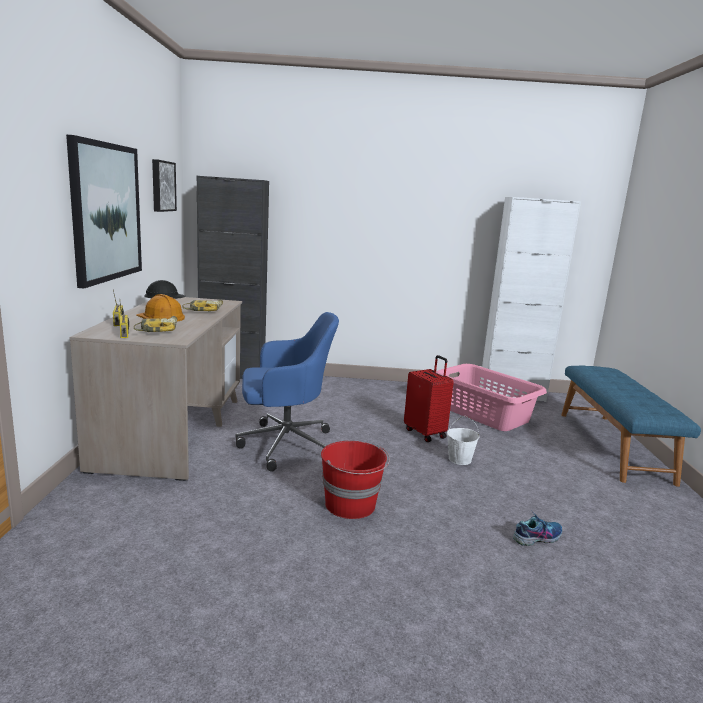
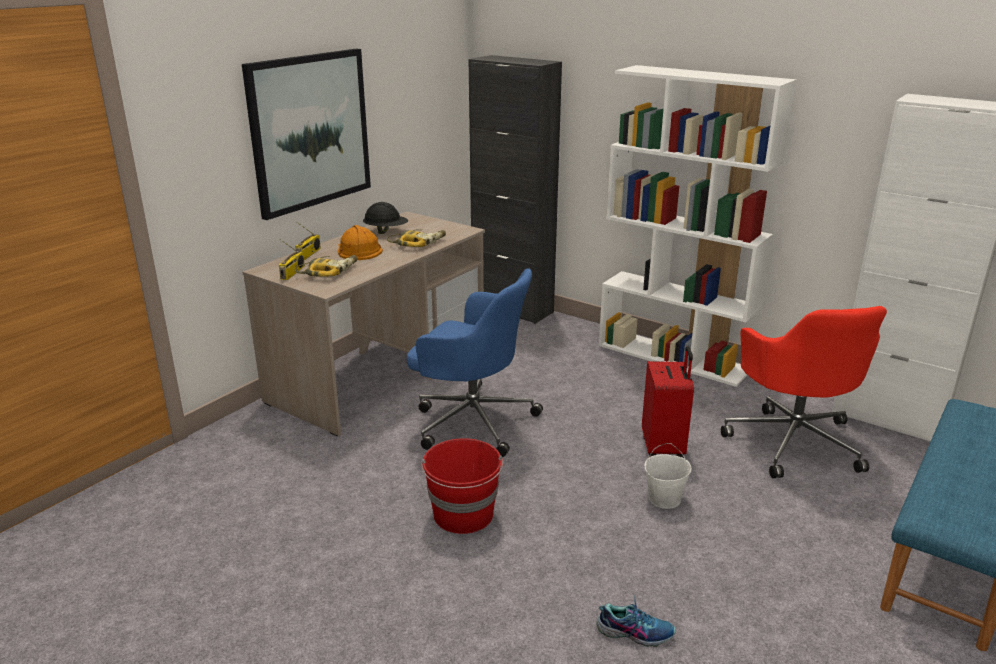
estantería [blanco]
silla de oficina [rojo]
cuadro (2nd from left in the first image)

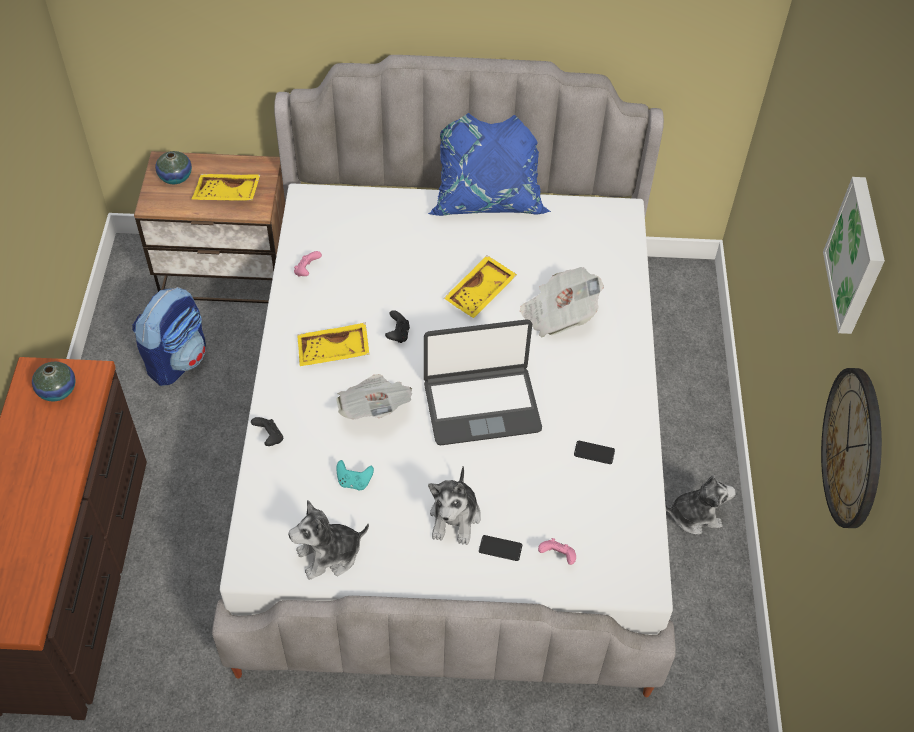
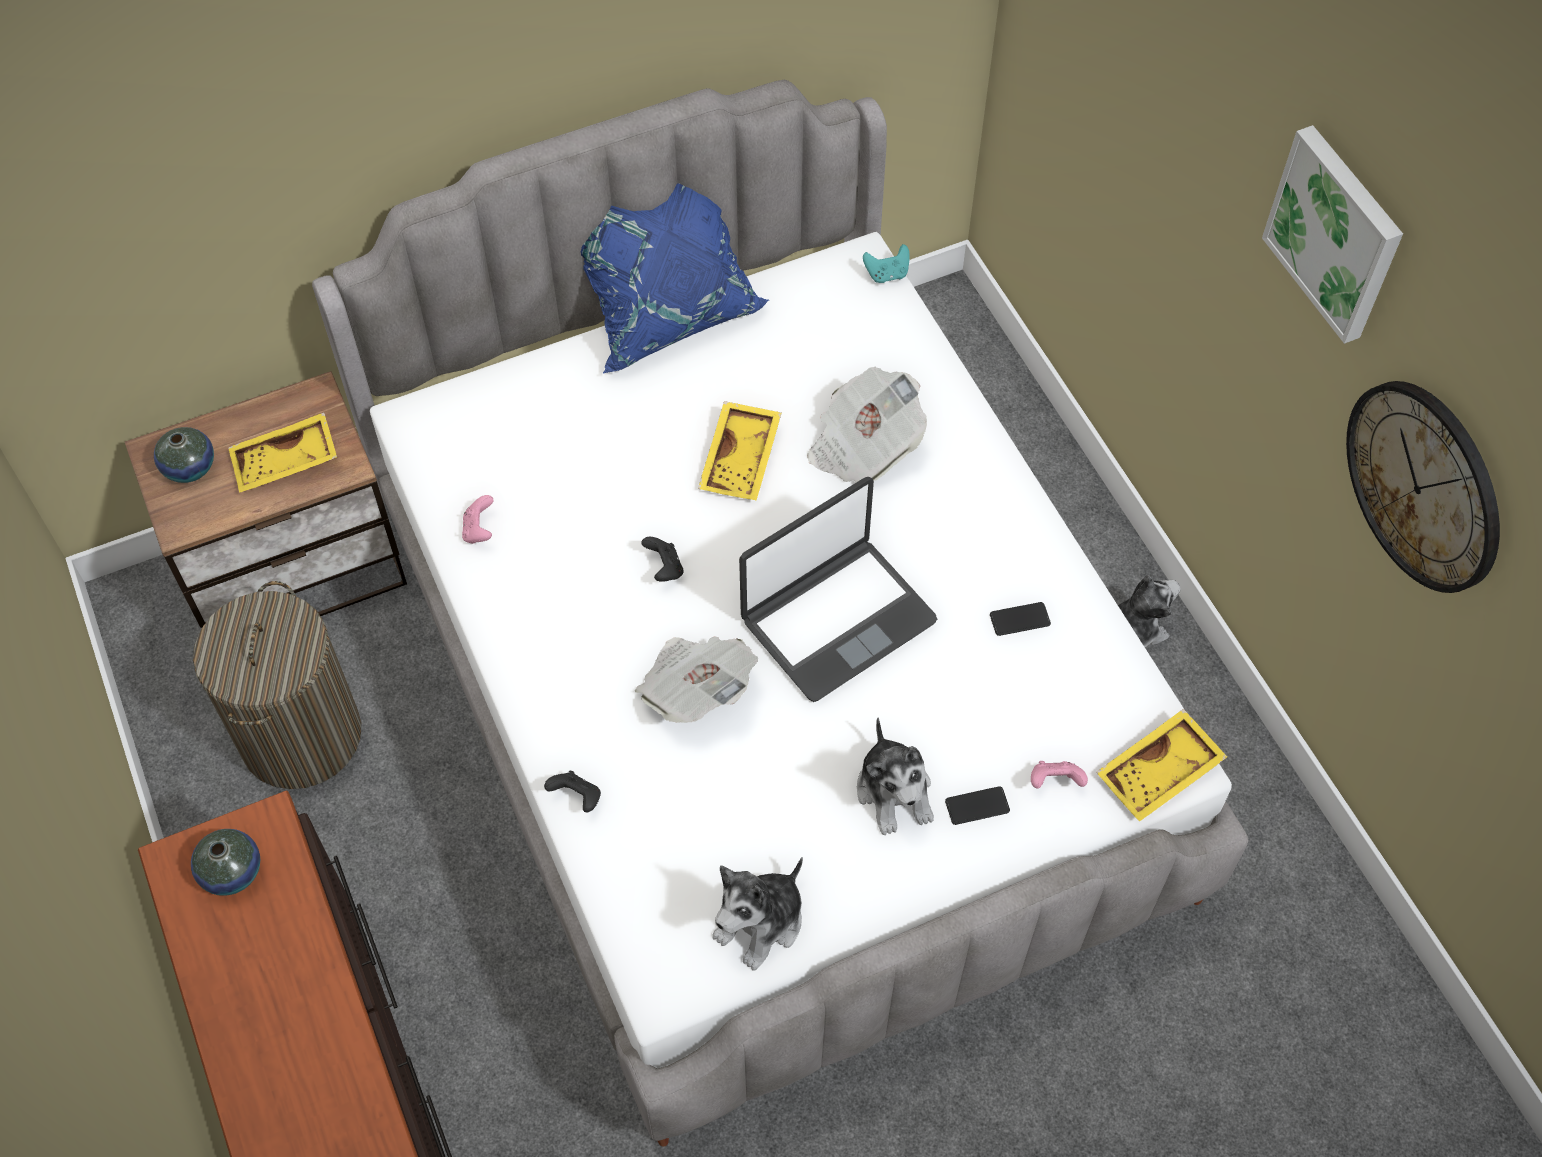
cesto de la ropa
mando de consola [turquesa]
bandeja [amarillo] (3rd from left)

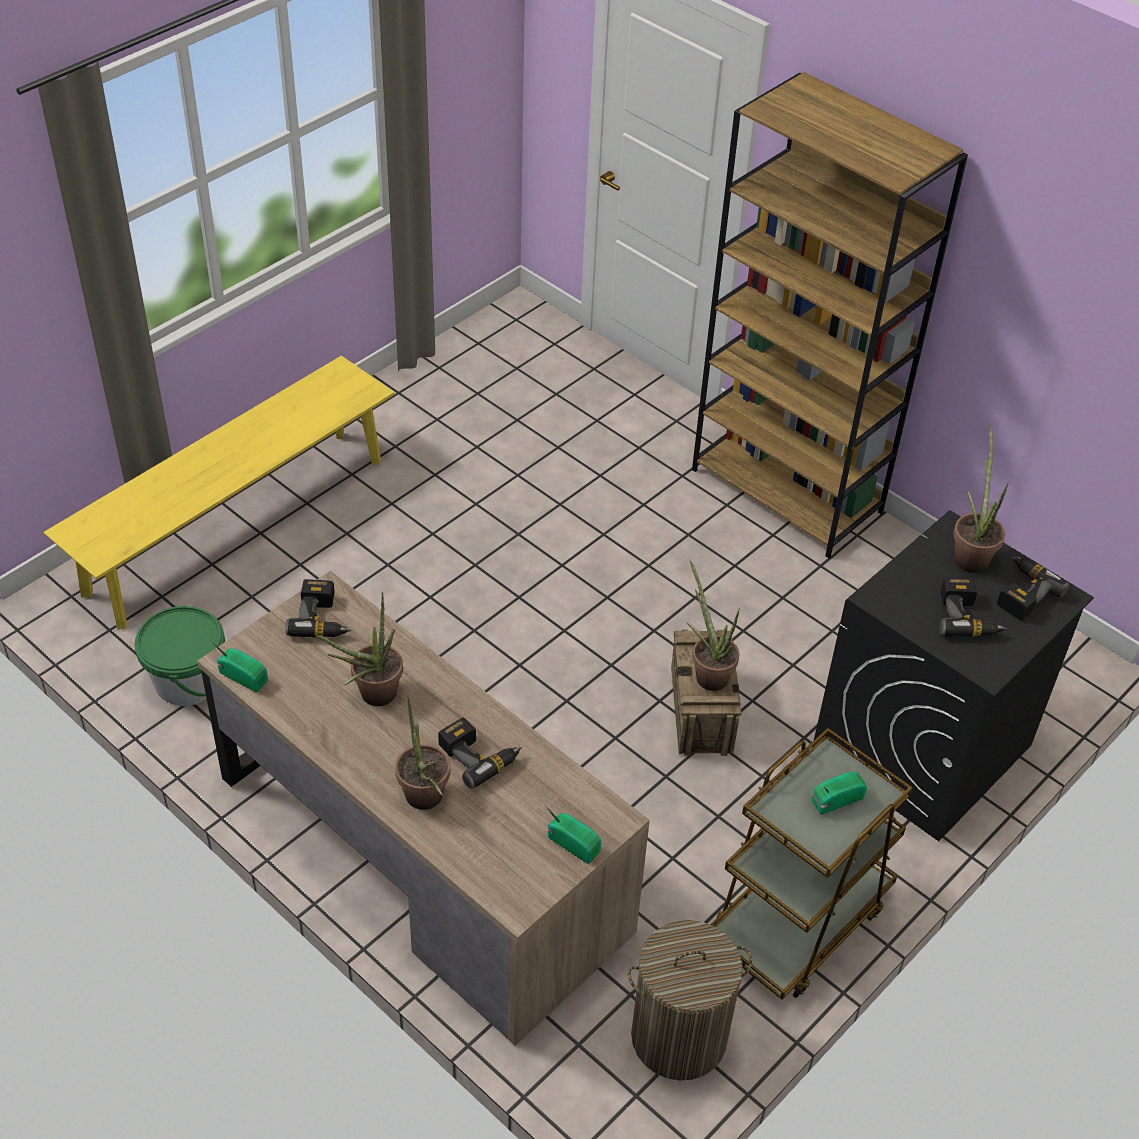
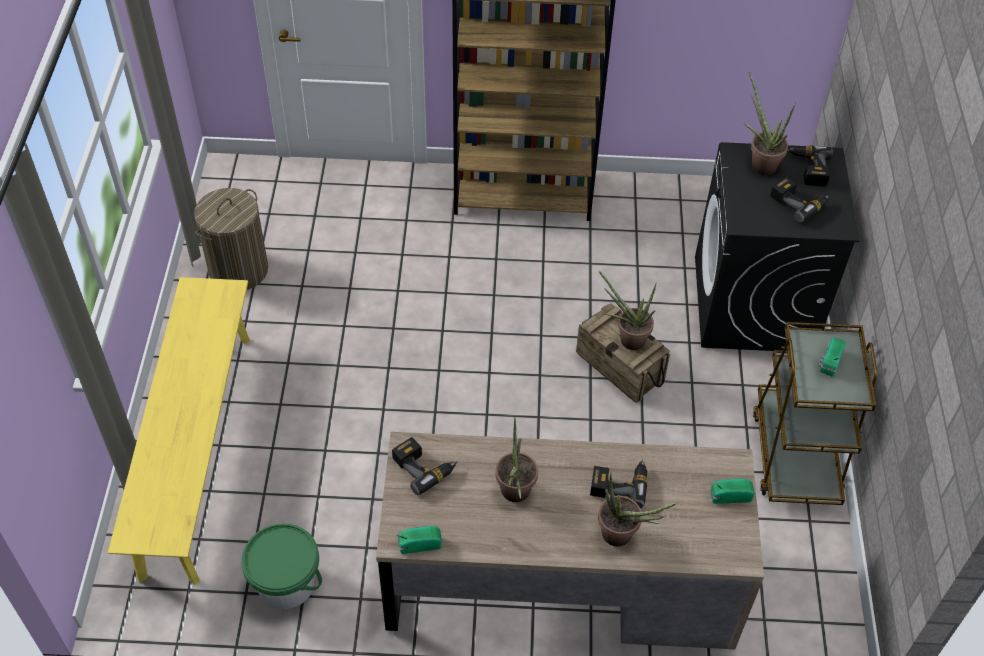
cesto de la ropa

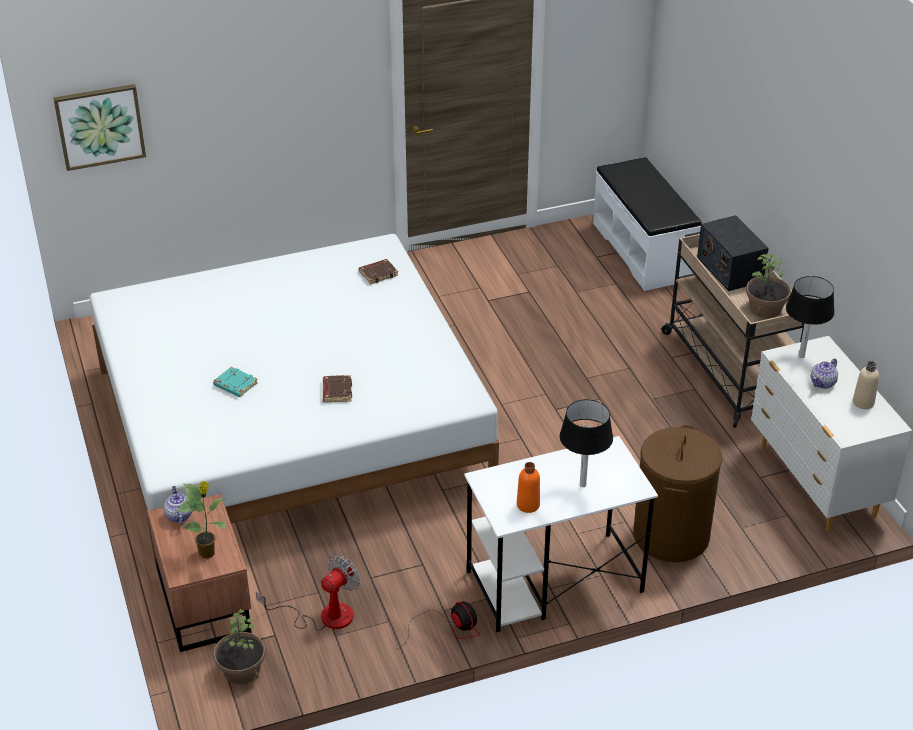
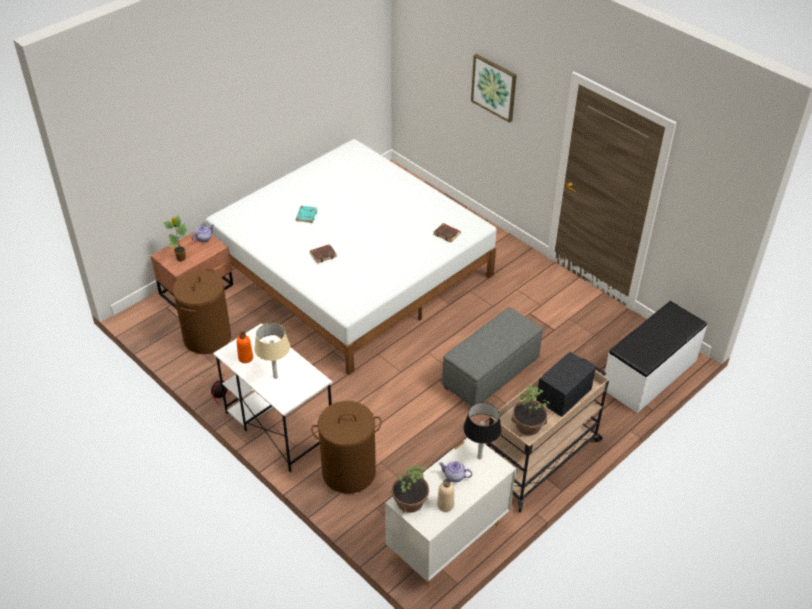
cesto de la ropa [marrón] (1st from left)
lámpara de mesa [beis]
planta en maceta (2nd from left)
puf [gris]
cuadro

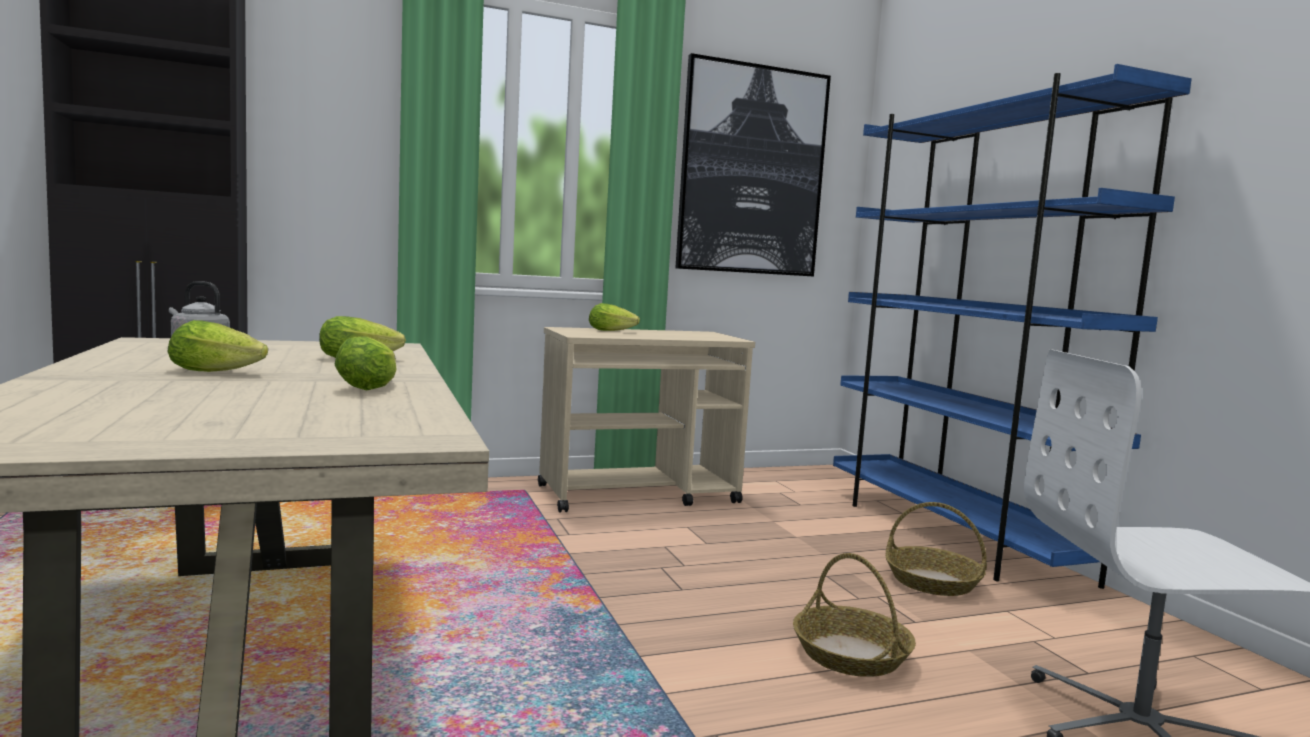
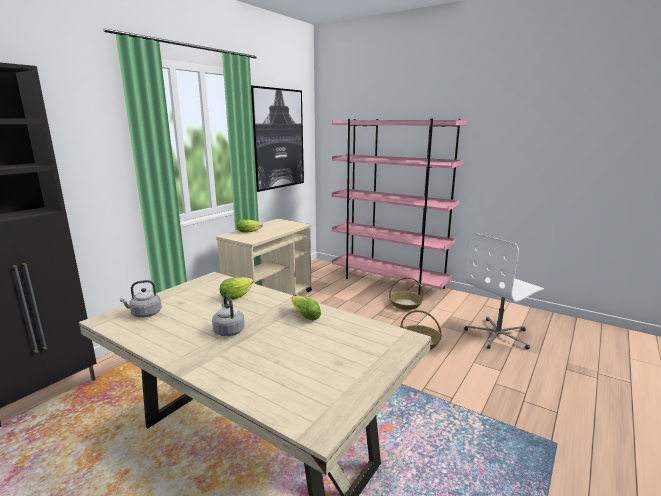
hervidor [gris] (2nd from left)
estantería [rosa]

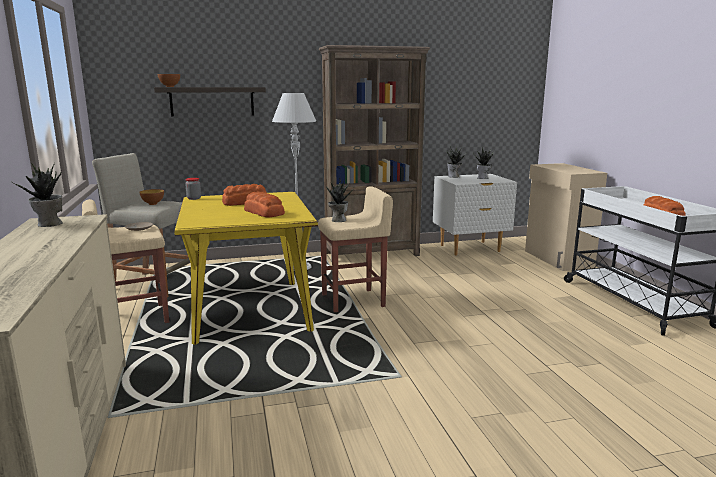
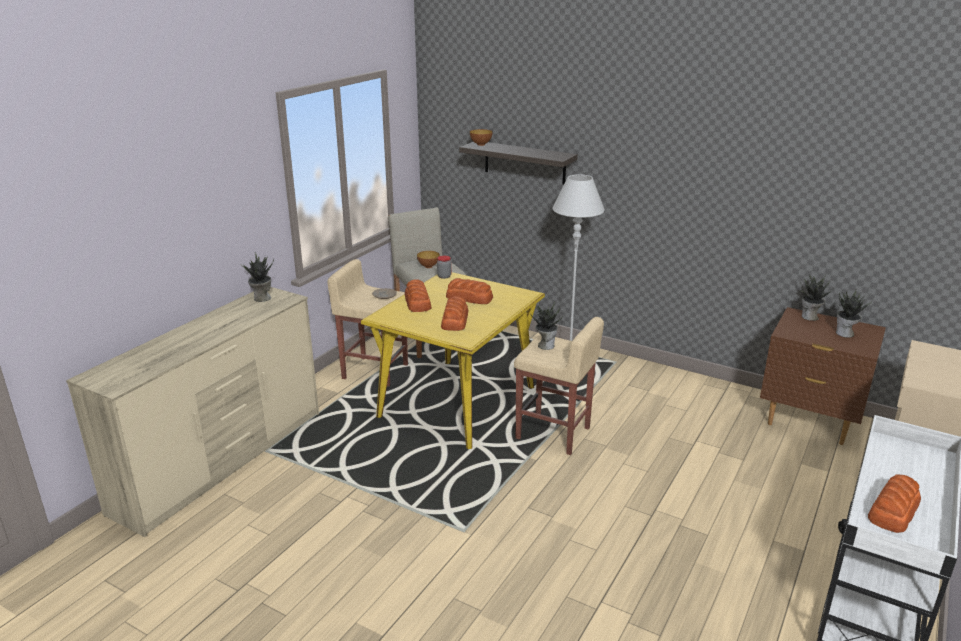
pan (1st from left)
mesita de noche [marrón]
estantería [marrón]

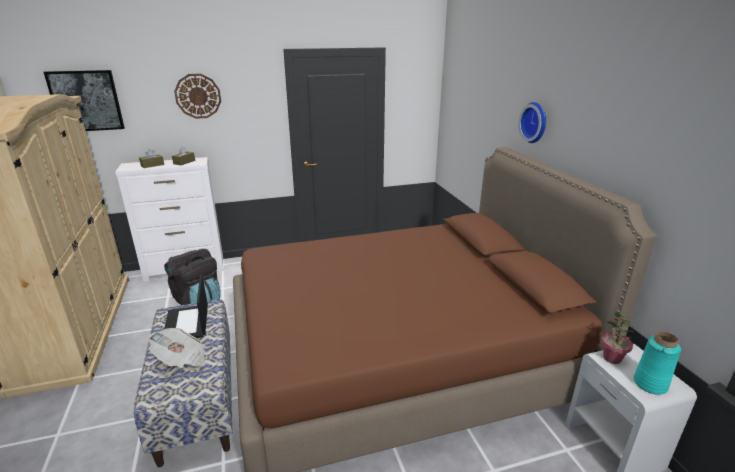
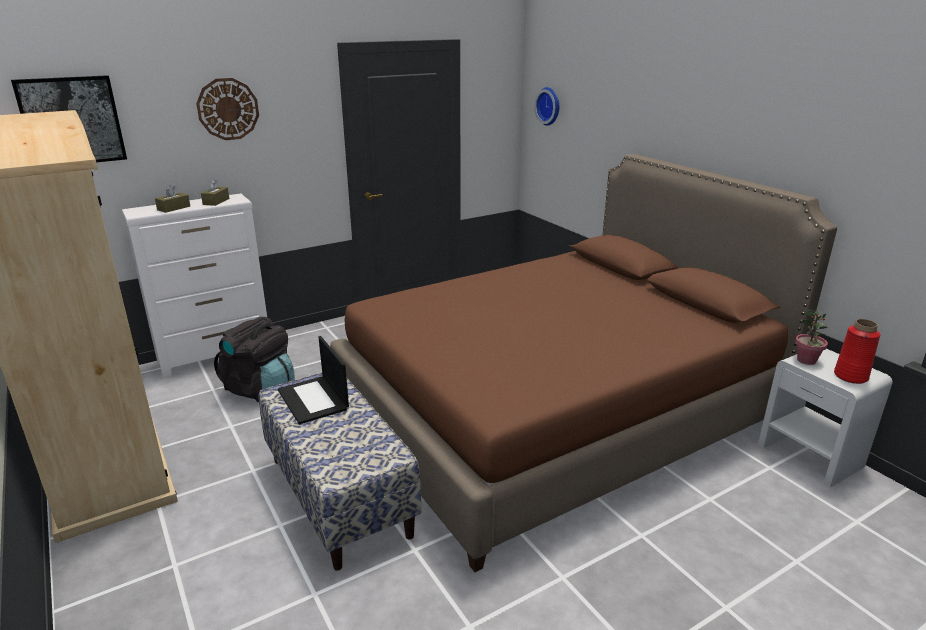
reloj de pared (2nd from left)
florero [rojo]
periódico

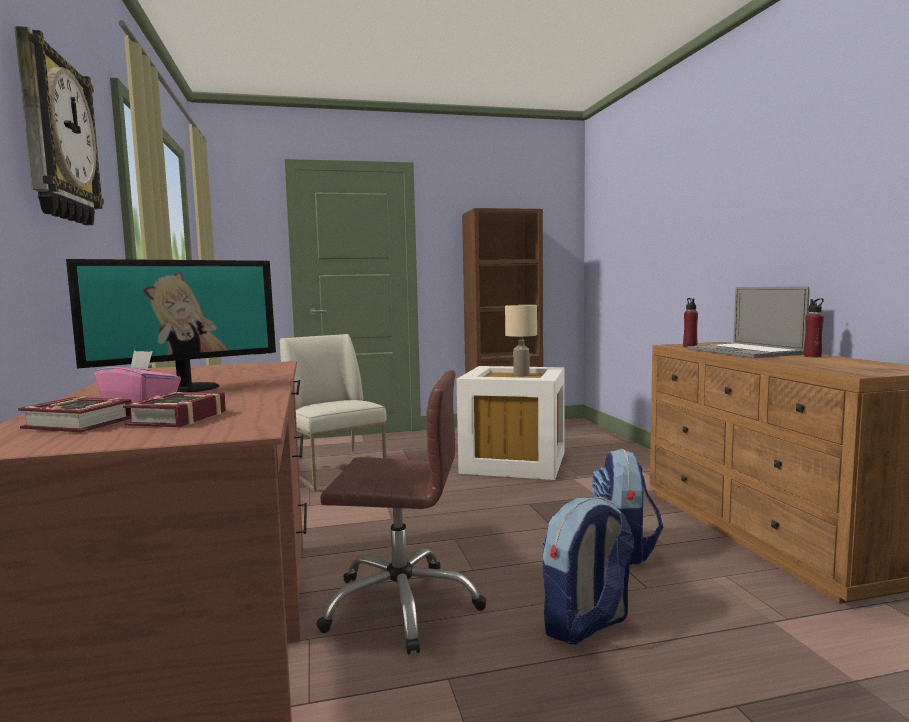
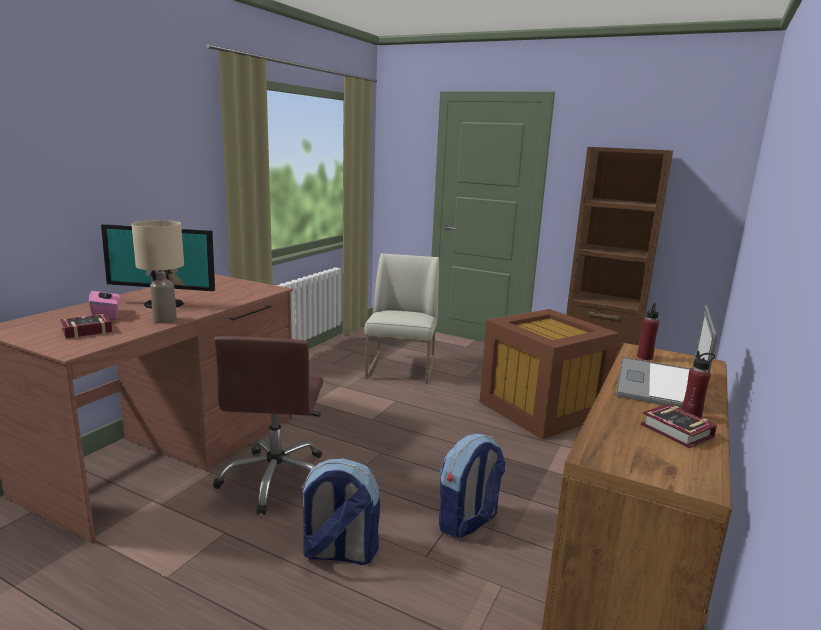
lámpara de mesa [beis]
silla de oficina [marrón]
caja de almacenaje [marrón]
libro (2nd from left)
reloj de pared

